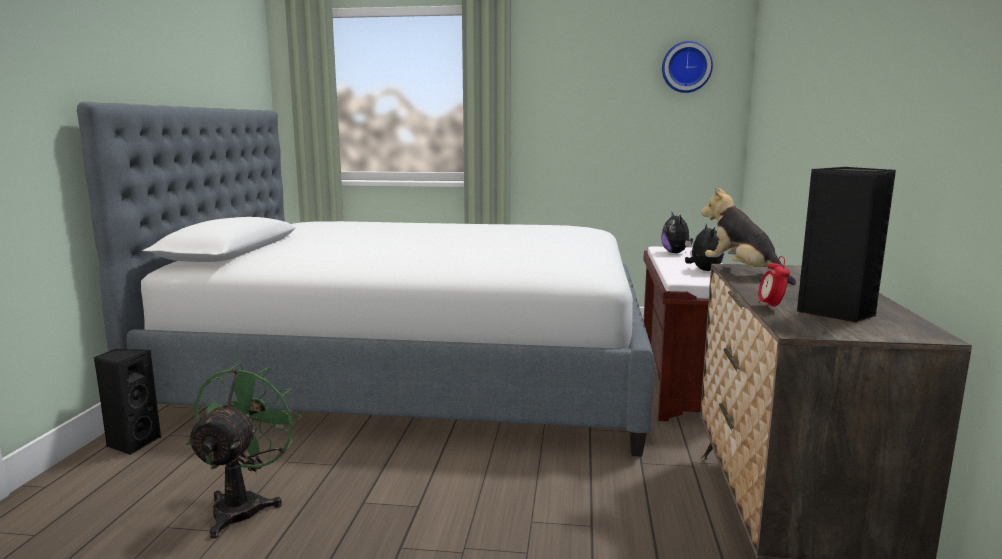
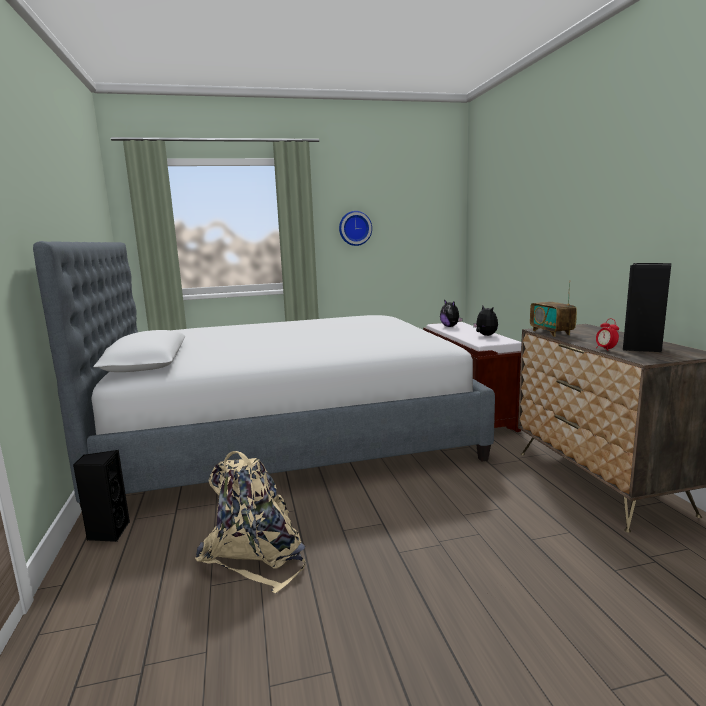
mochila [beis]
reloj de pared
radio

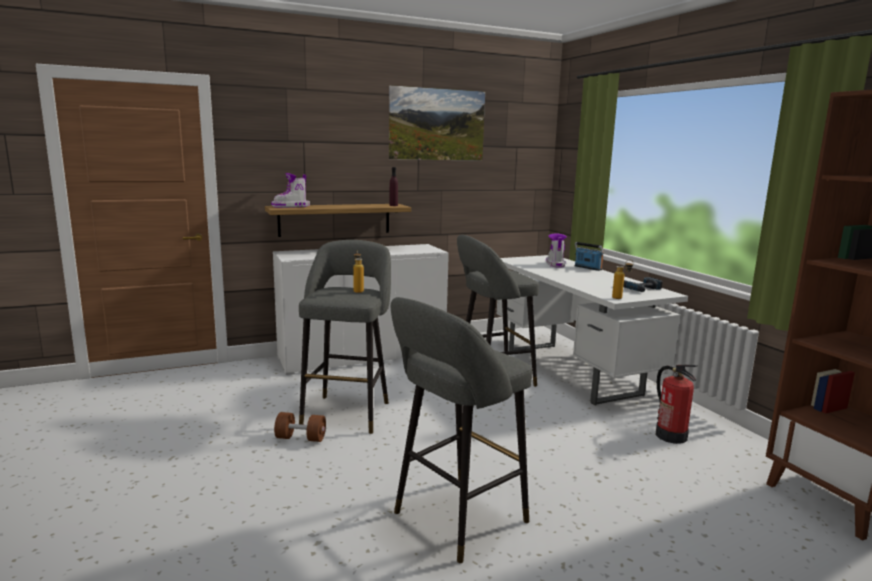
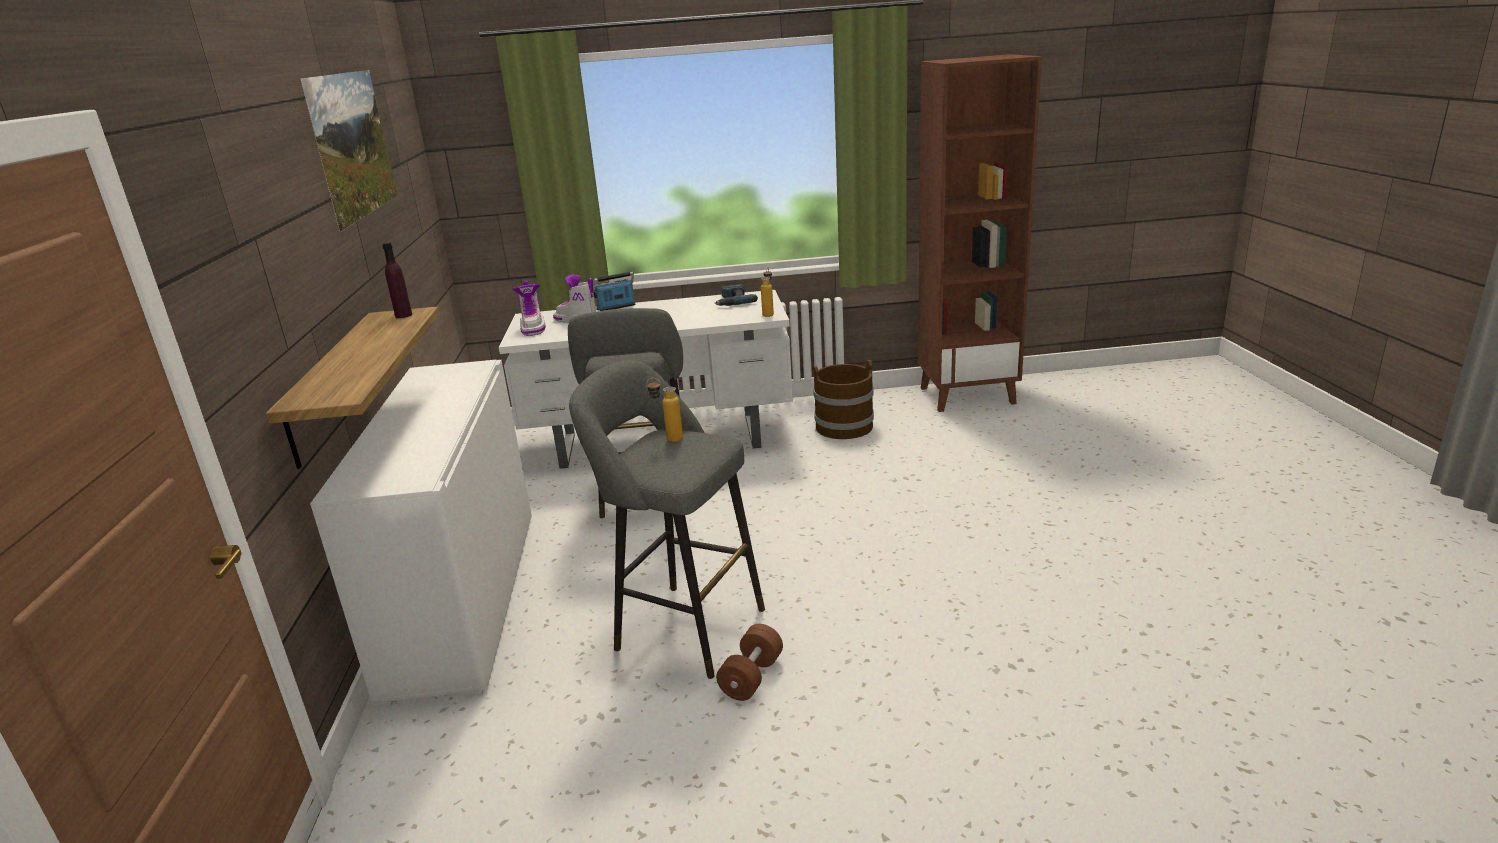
bota (1st from left)
cubo [marrón]
taburete [gris] (2nd from left in the first image)

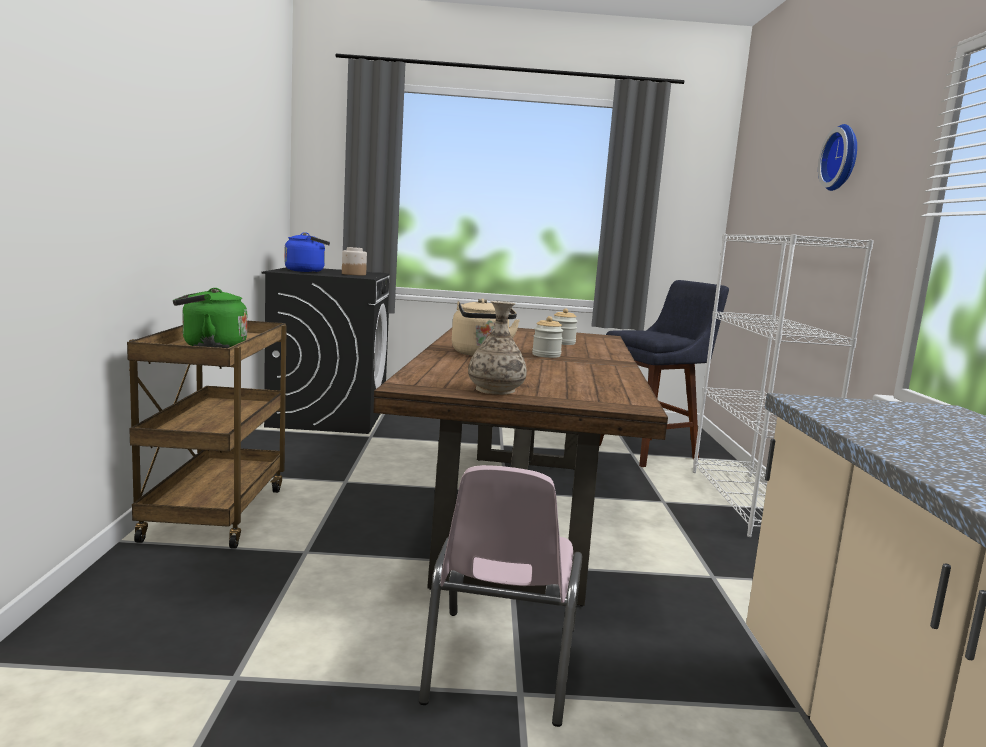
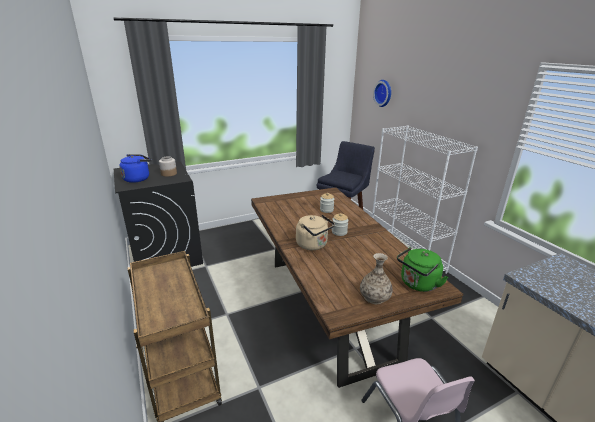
reloj de pared
hervidor [verde]

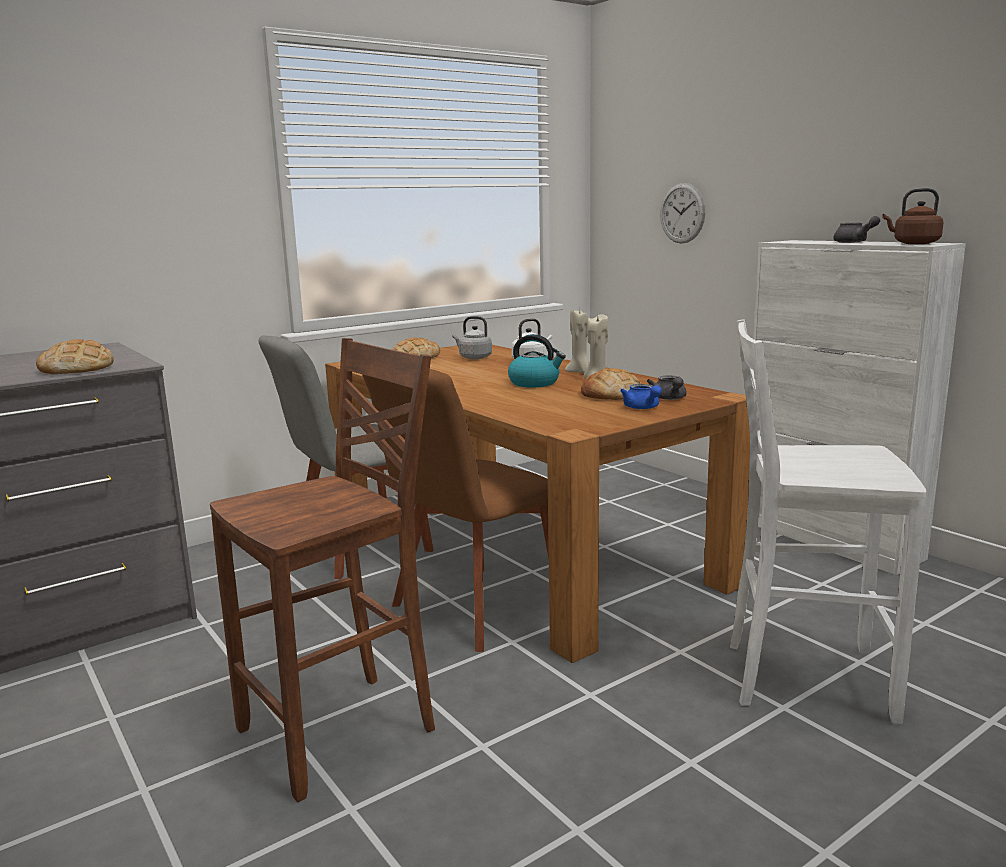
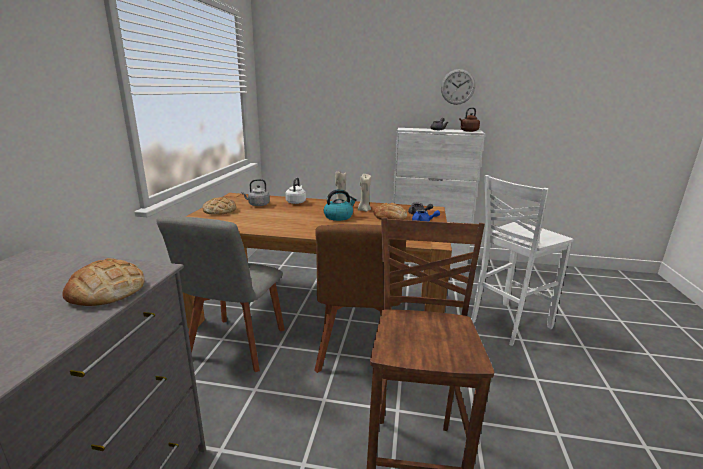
reloj de pared

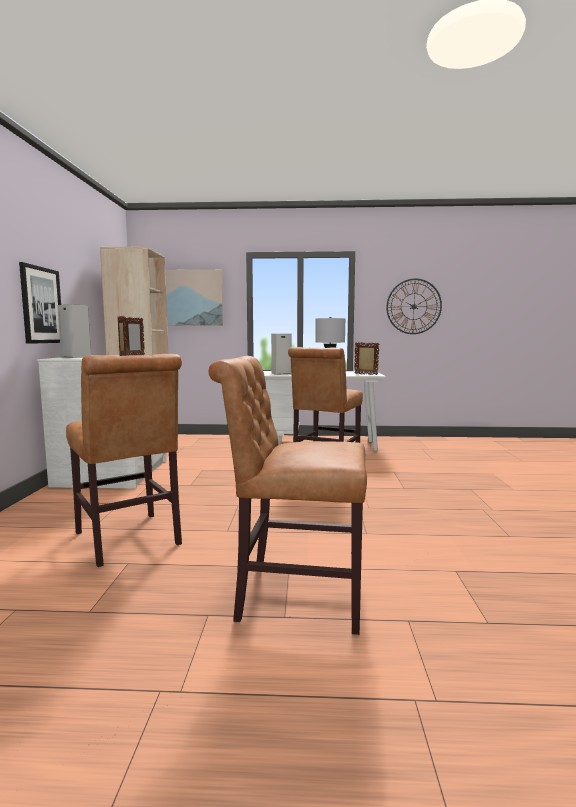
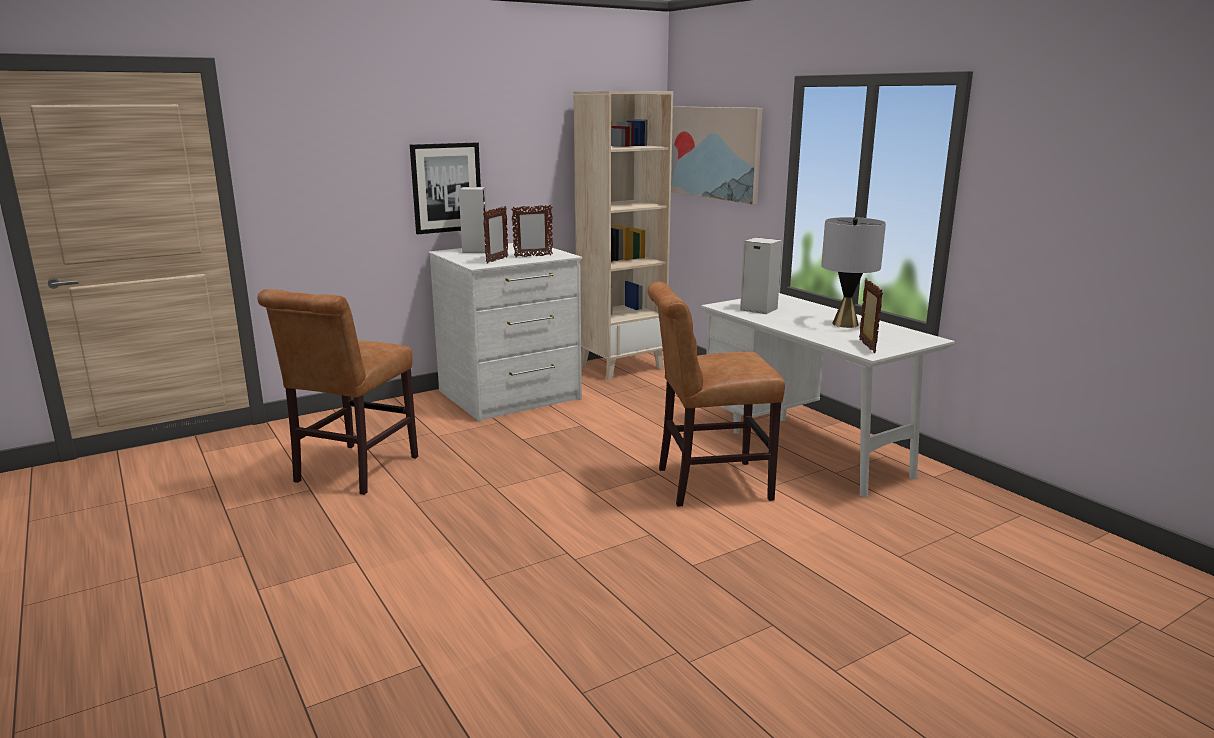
silla [marrón] (2nd from left in the first image)
reloj de pared

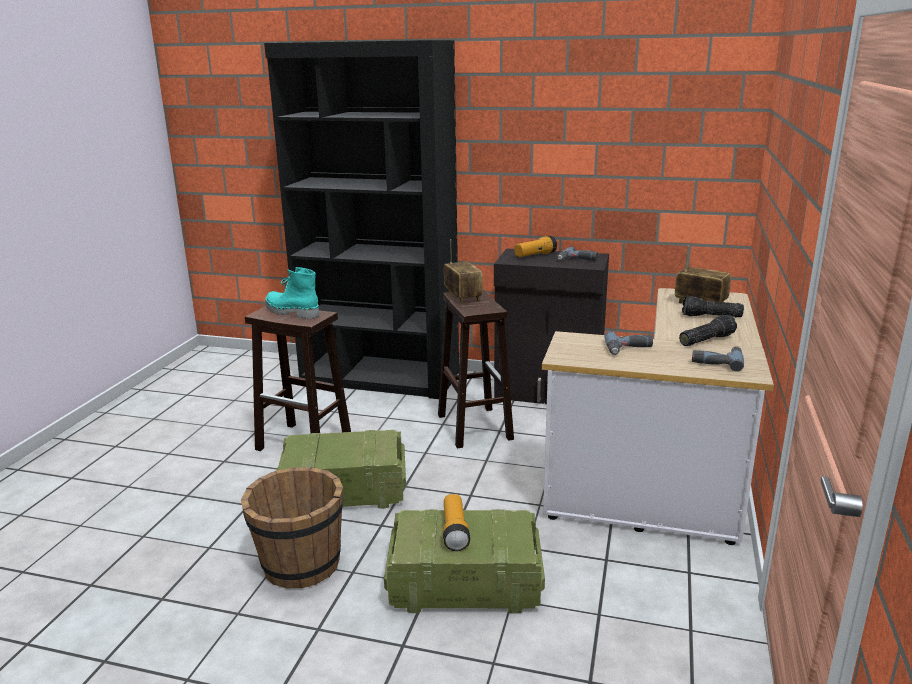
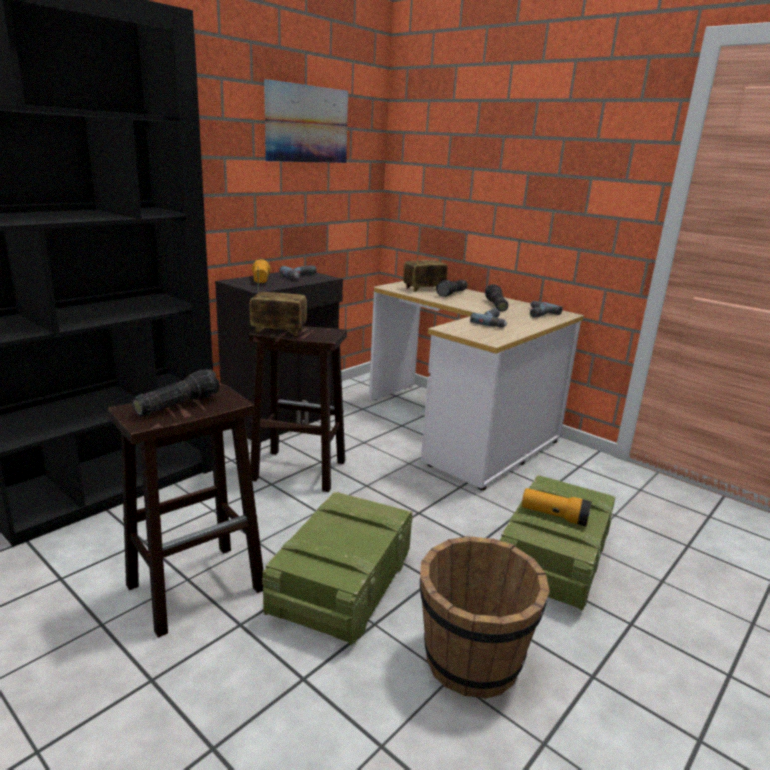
linterna (1st from left)
cuadro

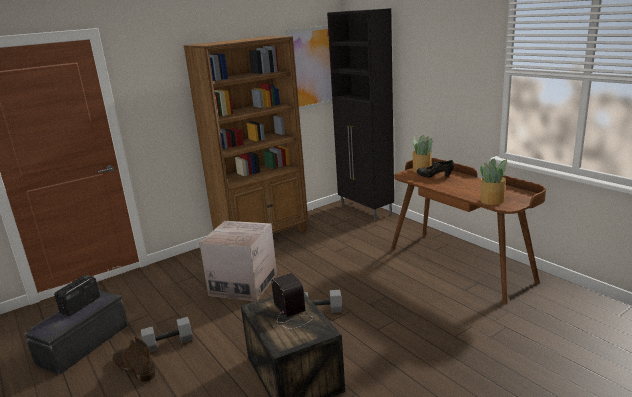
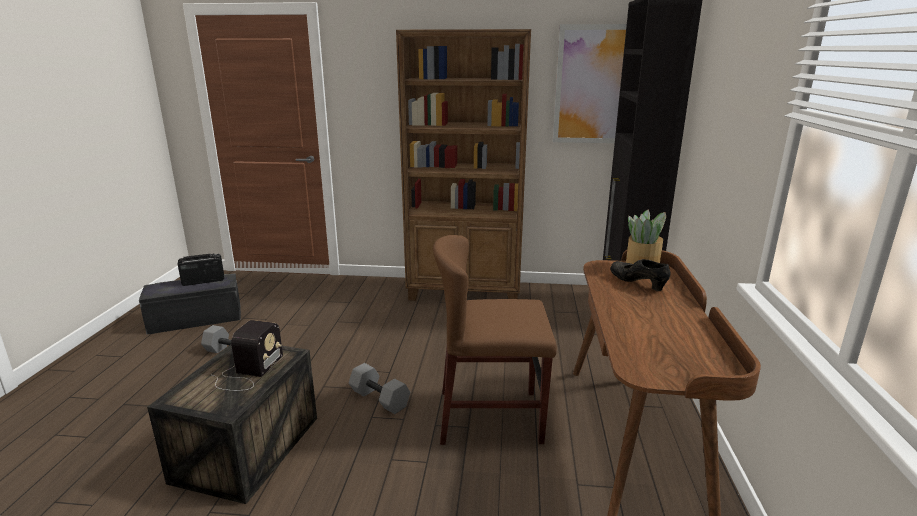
silla [marrón]
bota [marrón]
caja de cartón
planta en maceta (2nd from left in the first image)

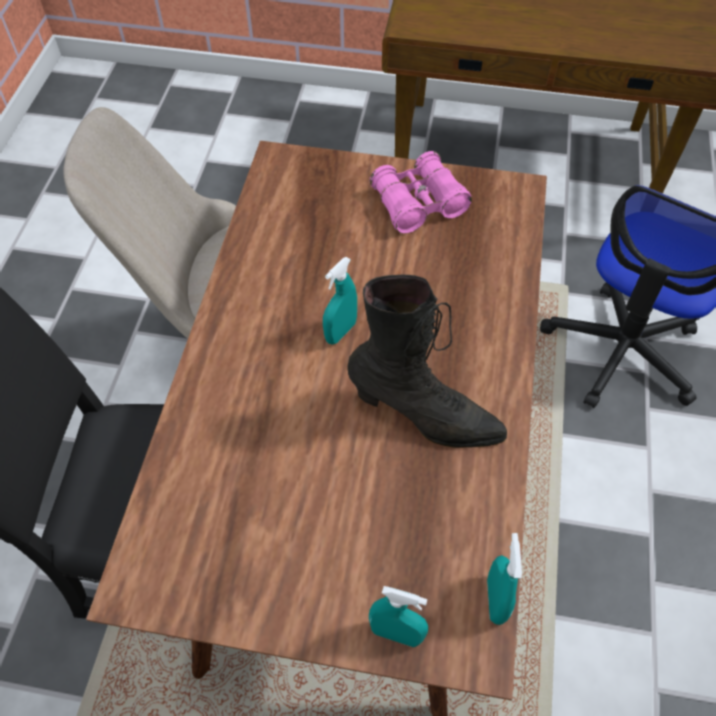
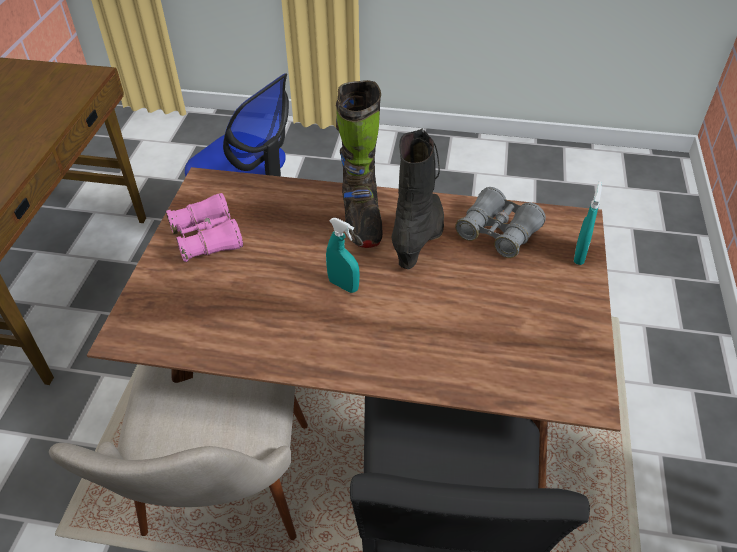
bota [negro] (1st from left)
prismáticos [gris]
pulverizador [turquesa] (3rd from left in the first image)

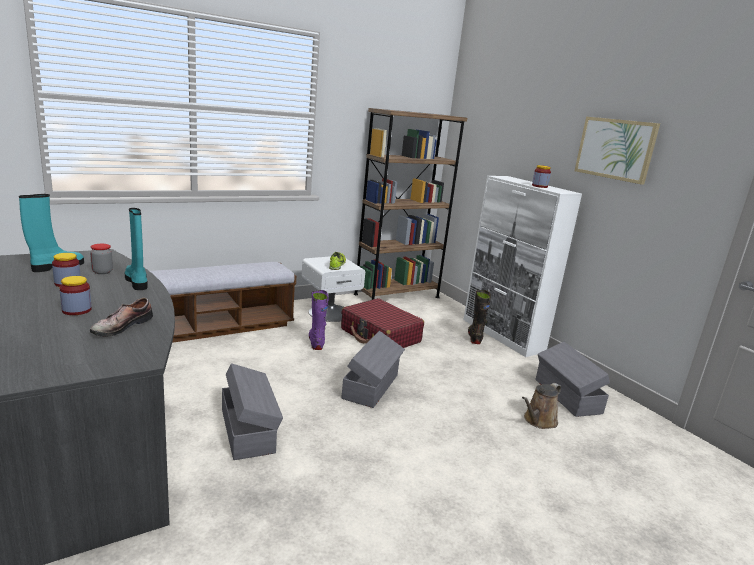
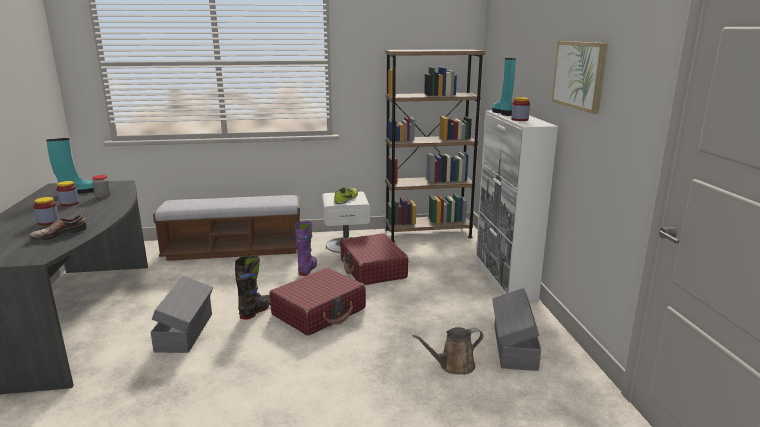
bota [negro]
maleta [rojo] (1st from left)
bota [turquesa] (2nd from left)

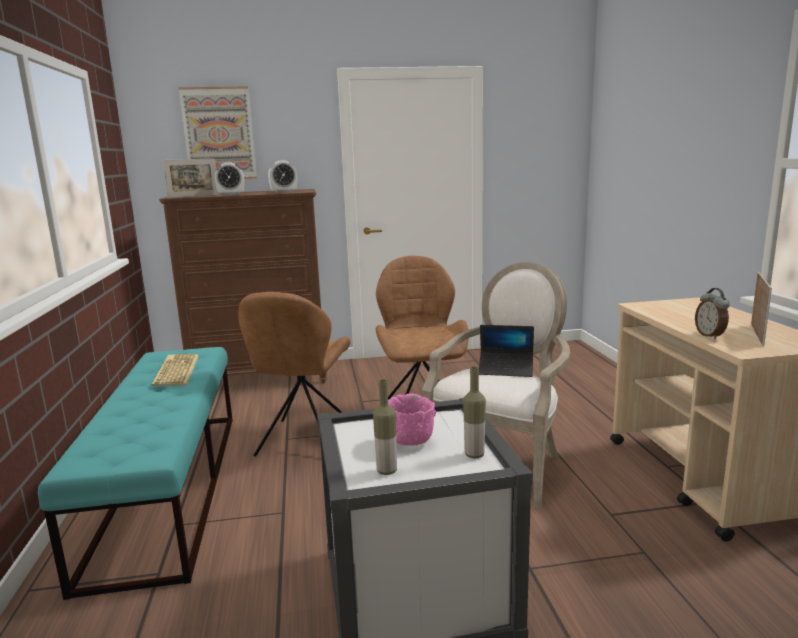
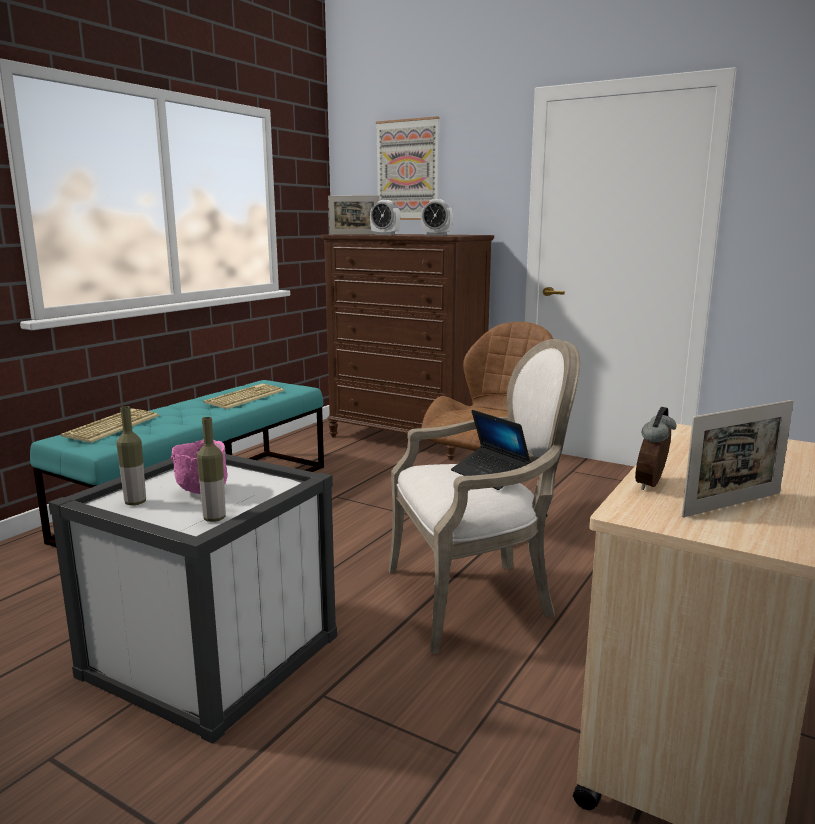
teclado (1st from left)
silla [marrón] (1st from left in the first image)

